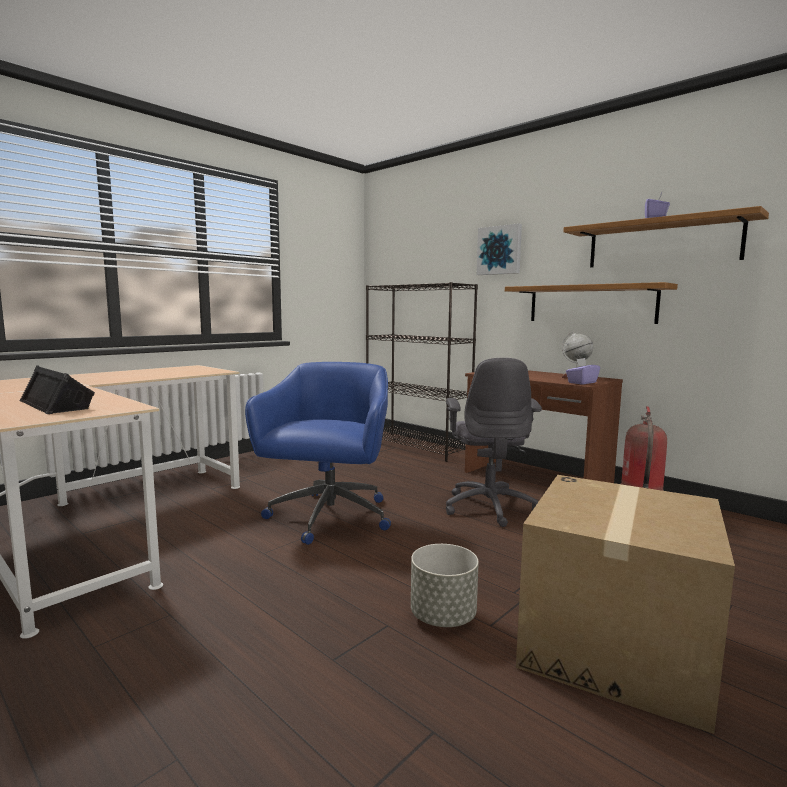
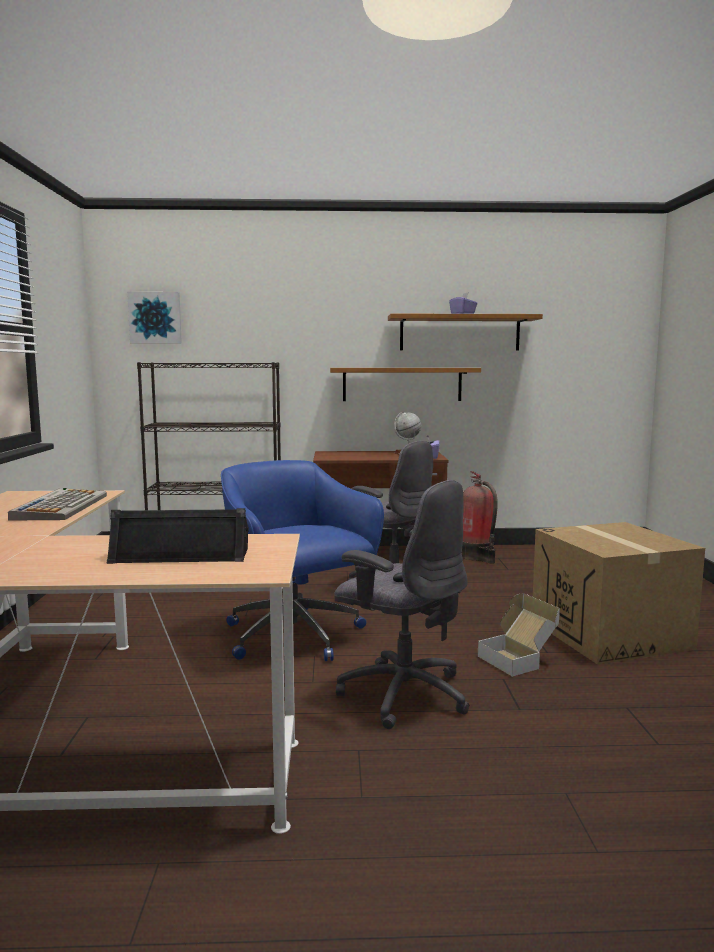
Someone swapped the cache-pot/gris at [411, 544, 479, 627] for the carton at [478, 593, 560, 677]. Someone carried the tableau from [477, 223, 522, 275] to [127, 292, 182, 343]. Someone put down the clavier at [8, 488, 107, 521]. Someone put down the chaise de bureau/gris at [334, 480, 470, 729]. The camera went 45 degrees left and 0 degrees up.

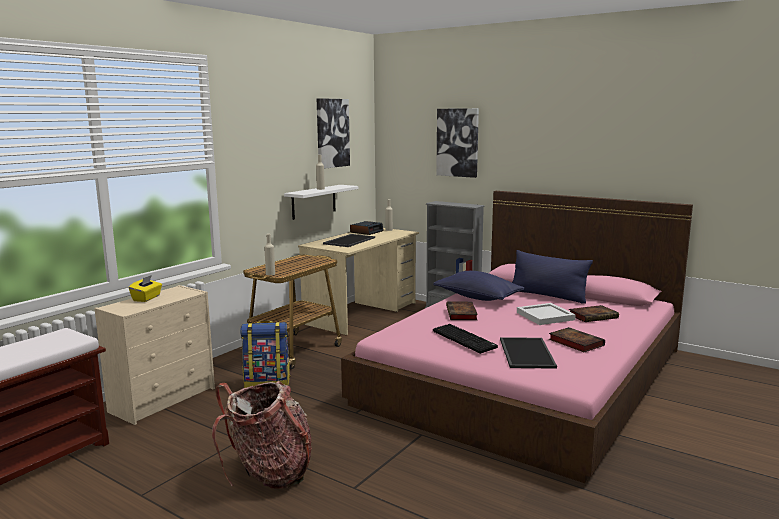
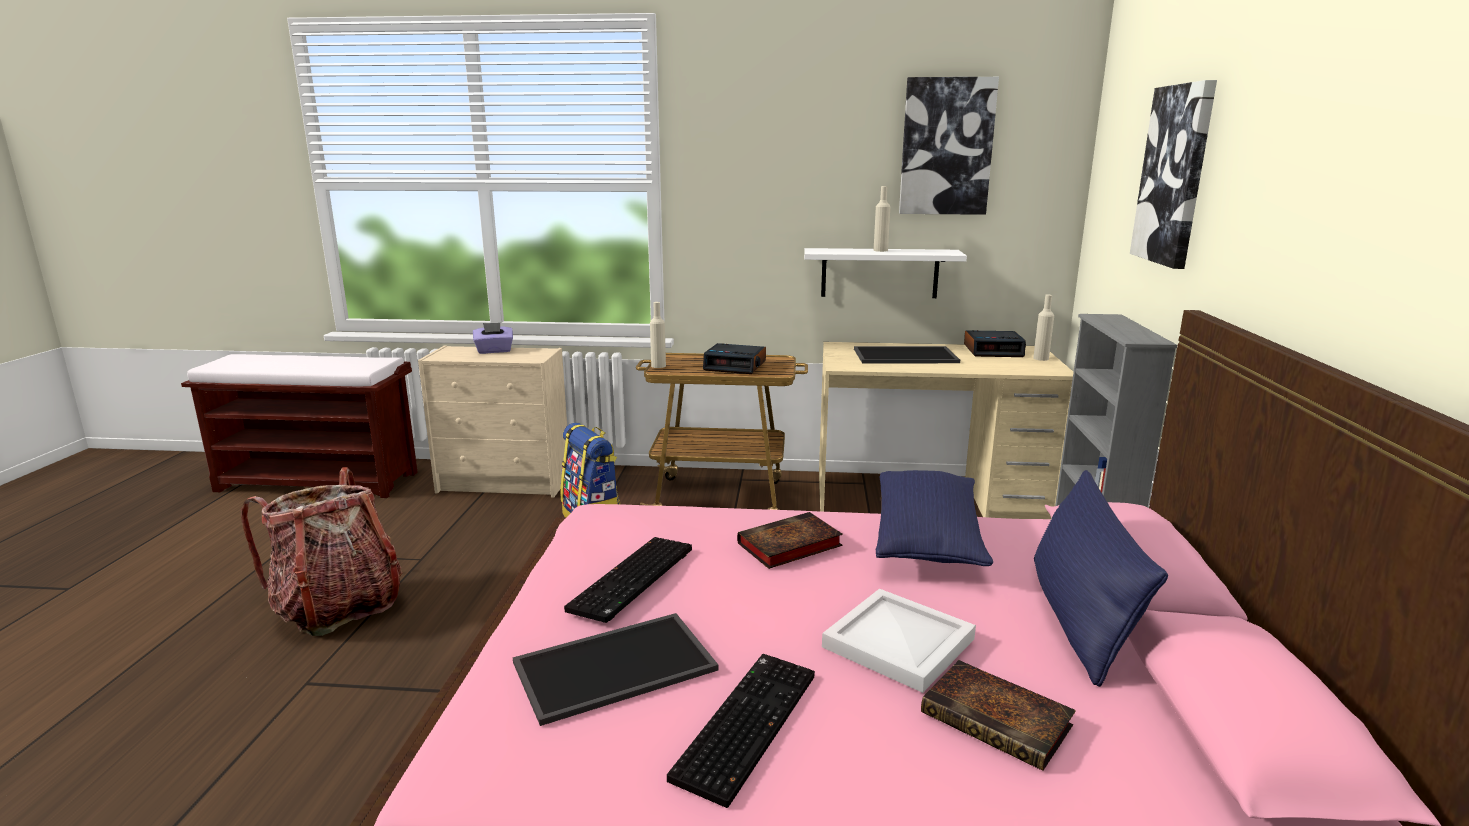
Someone repainted the boîte à mouchoirs/jaune at [129, 275, 162, 302], which became the boîte à mouchoirs/violet at [473, 323, 513, 354]. Someone swapped the livre at [549, 327, 605, 352] for the clavier at [667, 654, 815, 808]. Someone put down the réveil at [703, 343, 766, 374]. The camera went 60 degrees right and 5 degrees up.

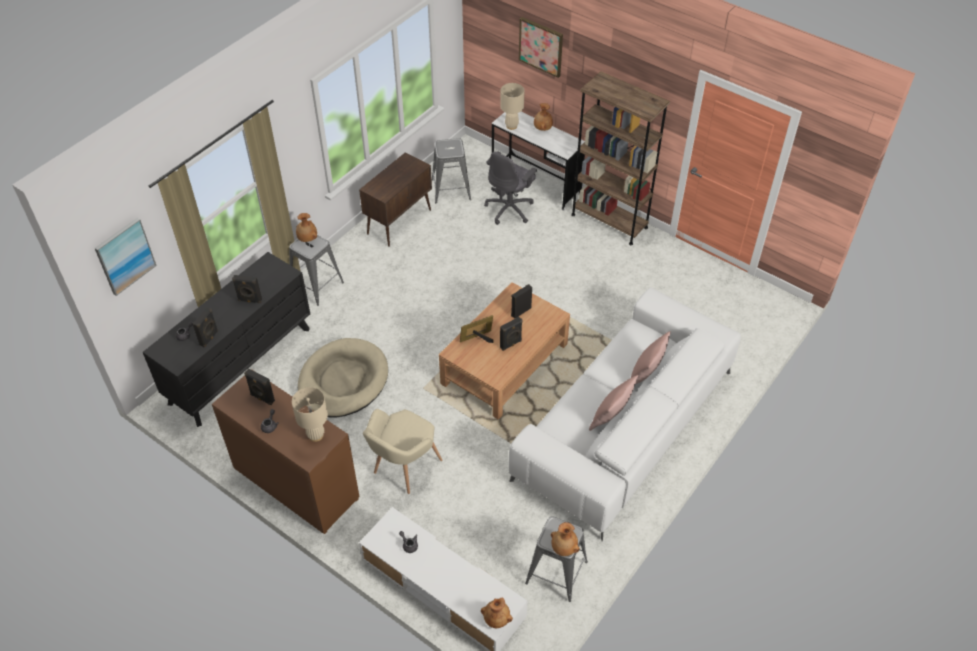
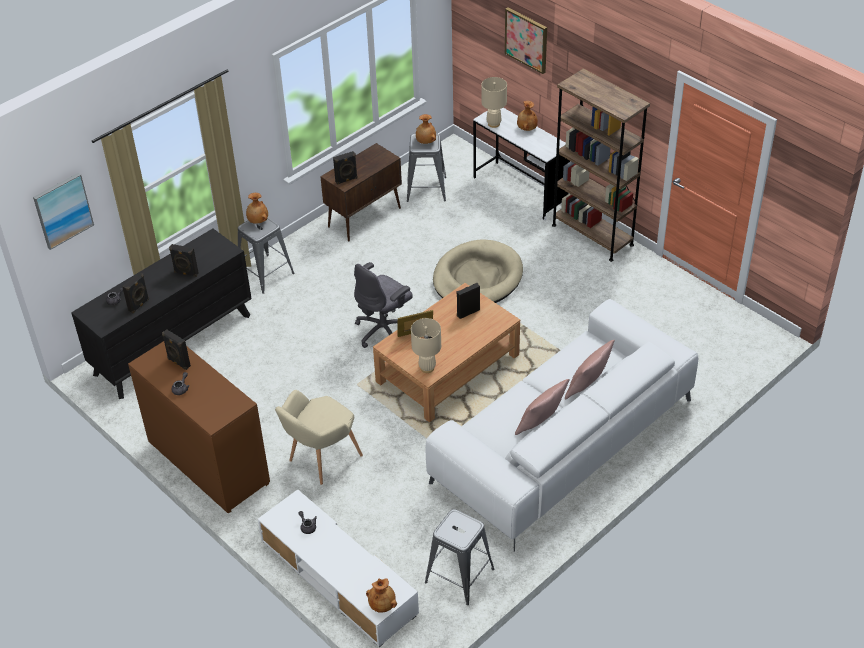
Someone carried the lampe de table/beige from [292, 387, 328, 442] to [411, 318, 441, 373]. Someone carried the panier pour chien/beige from [298, 338, 388, 418] to [433, 239, 523, 303]. Someone carried the chaise de bureau/gris from [484, 151, 537, 225] to [354, 262, 413, 348]. Someone carried the enceinte/noir from [500, 317, 522, 351] to [333, 151, 358, 185]. Someone carried the vase/marron from [551, 522, 580, 556] to [416, 114, 436, 144]. The camera went 10 degrees right and 5 degrees down.

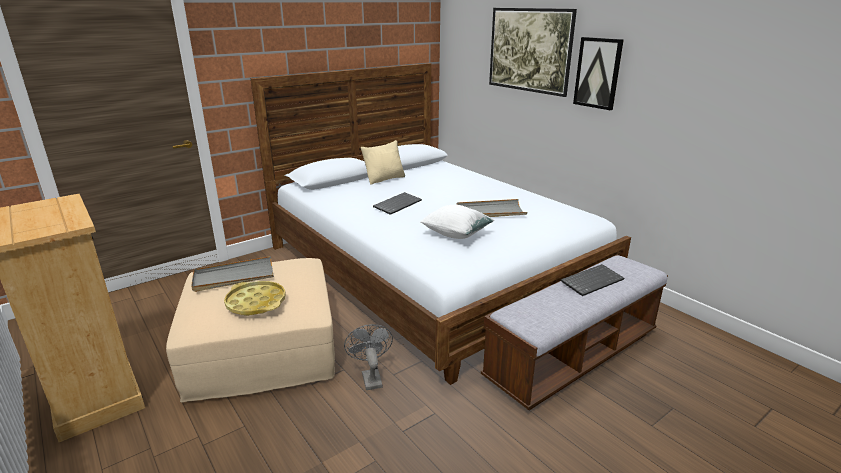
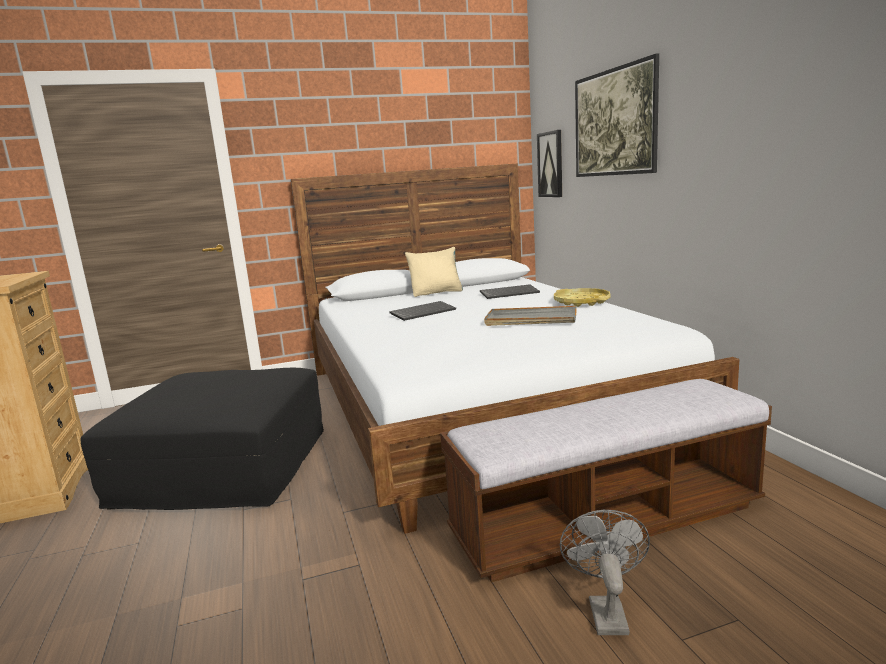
Someone repainted the pouf/beige at [166, 258, 335, 402], which became the pouf/noir at [81, 368, 324, 510]. Someone took away the plateau/gris at [191, 256, 274, 292]. Someone carried the plateau/jaune from [224, 281, 286, 316] to [554, 288, 611, 307]. Someone carried the ventilateur/gris from [344, 324, 393, 390] to [560, 510, 650, 635]. Someone took away the coussin/blanc at [420, 205, 494, 239]. Someone carried the clavier from [561, 264, 624, 296] to [480, 284, 540, 299]. Someone carried the tableau from [573, 37, 624, 110] to [537, 130, 562, 197]. The camera went 20 degrees right and 10 degrees down.

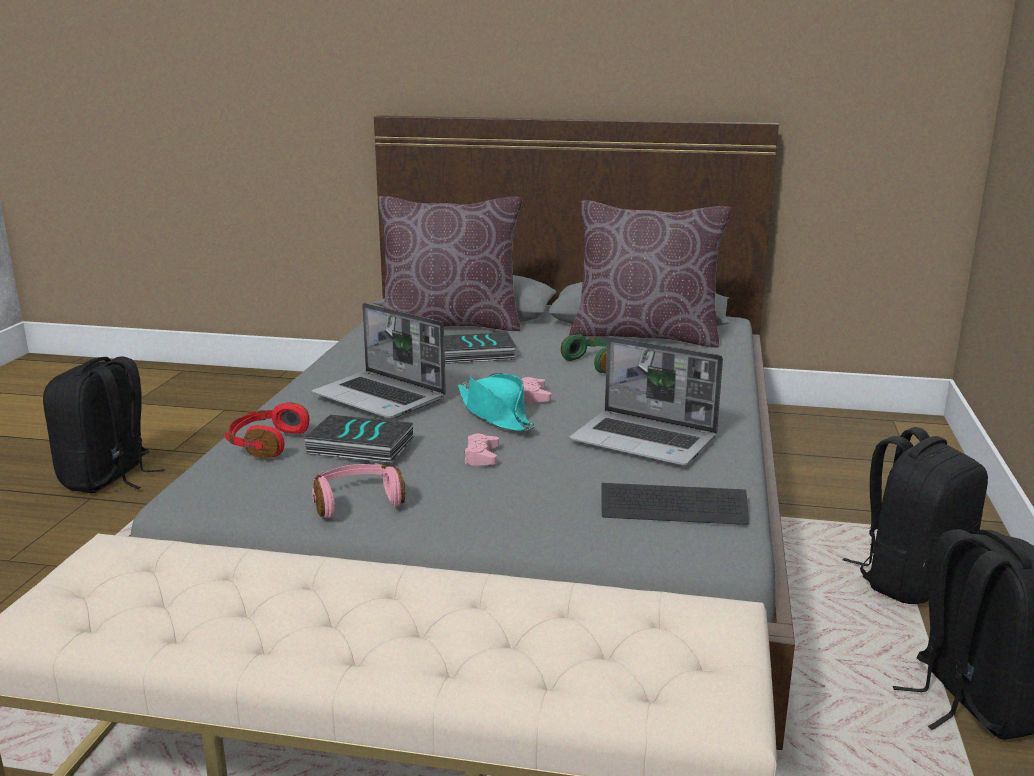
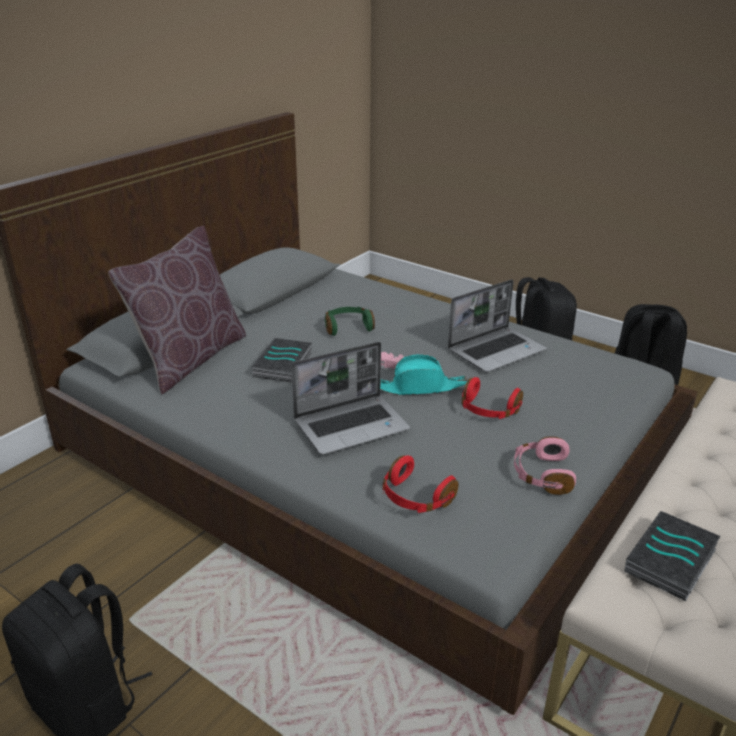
Someone carried the livre from [303, 415, 413, 463] to [624, 511, 721, 601]. Someone swapped the manette/rose at [464, 434, 499, 466] for the casque audio/rouge at [462, 377, 523, 419]. Someone took away the coussin/marron at [569, 200, 732, 348]. Someone took away the clavier at [601, 483, 749, 525]. The camera went 65 degrees left and 10 degrees up.

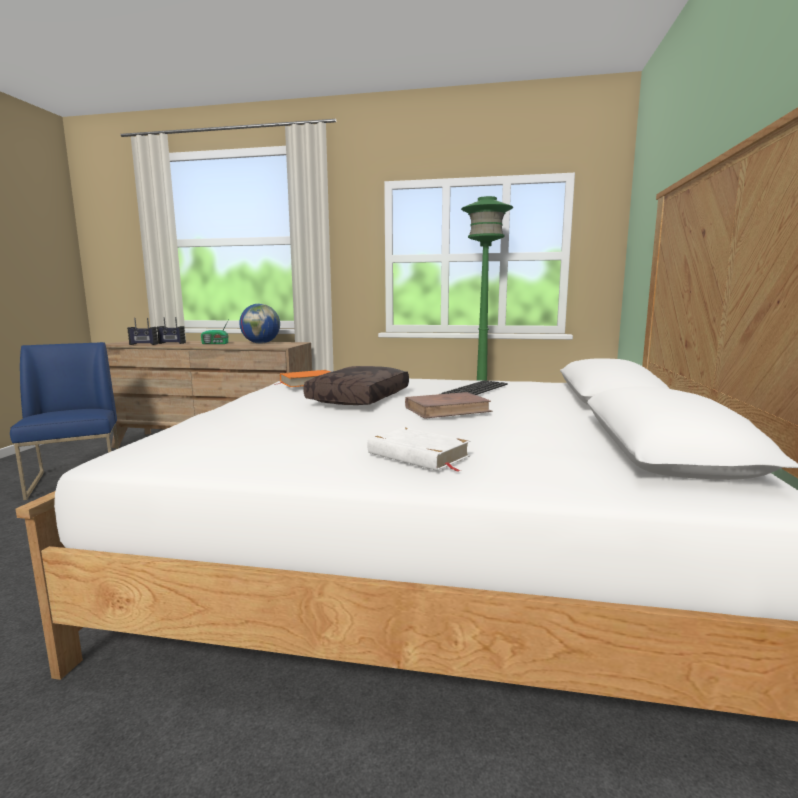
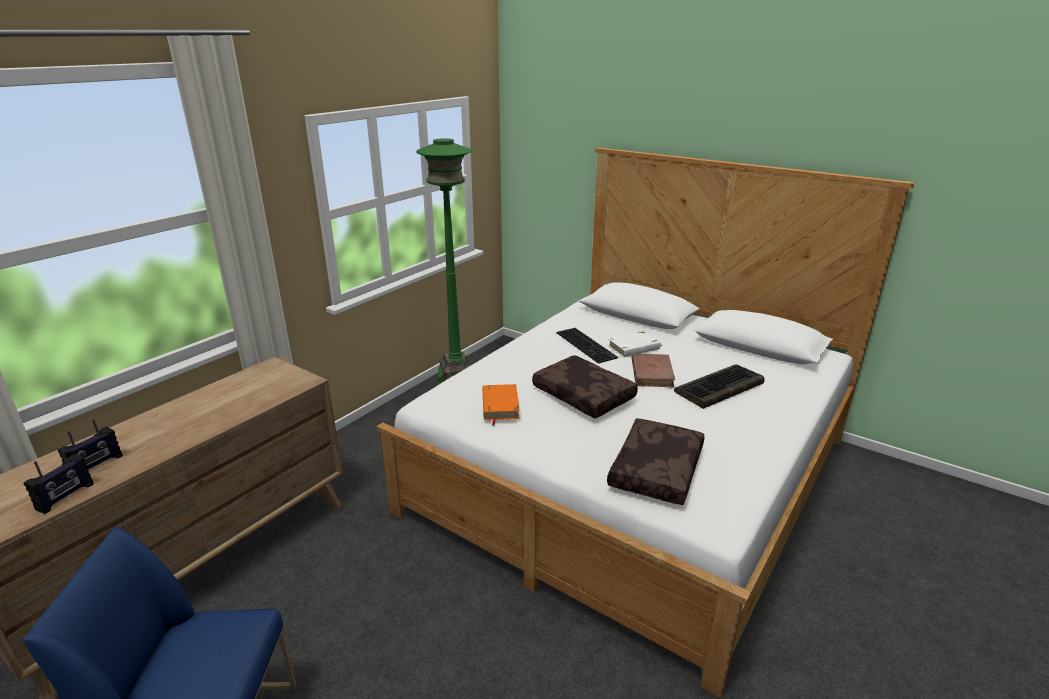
Someone took away the radio at [201, 321, 228, 344]. Someone took away the globe at [239, 304, 280, 344]. Someone carried the livre/blanc from [368, 427, 471, 472] to [609, 331, 663, 357]. Someone put down the coussin/marron at [607, 418, 704, 505]. Someone put down the clavier at [674, 365, 765, 409]. The camera went 65 degrees left and 15 degrees up.

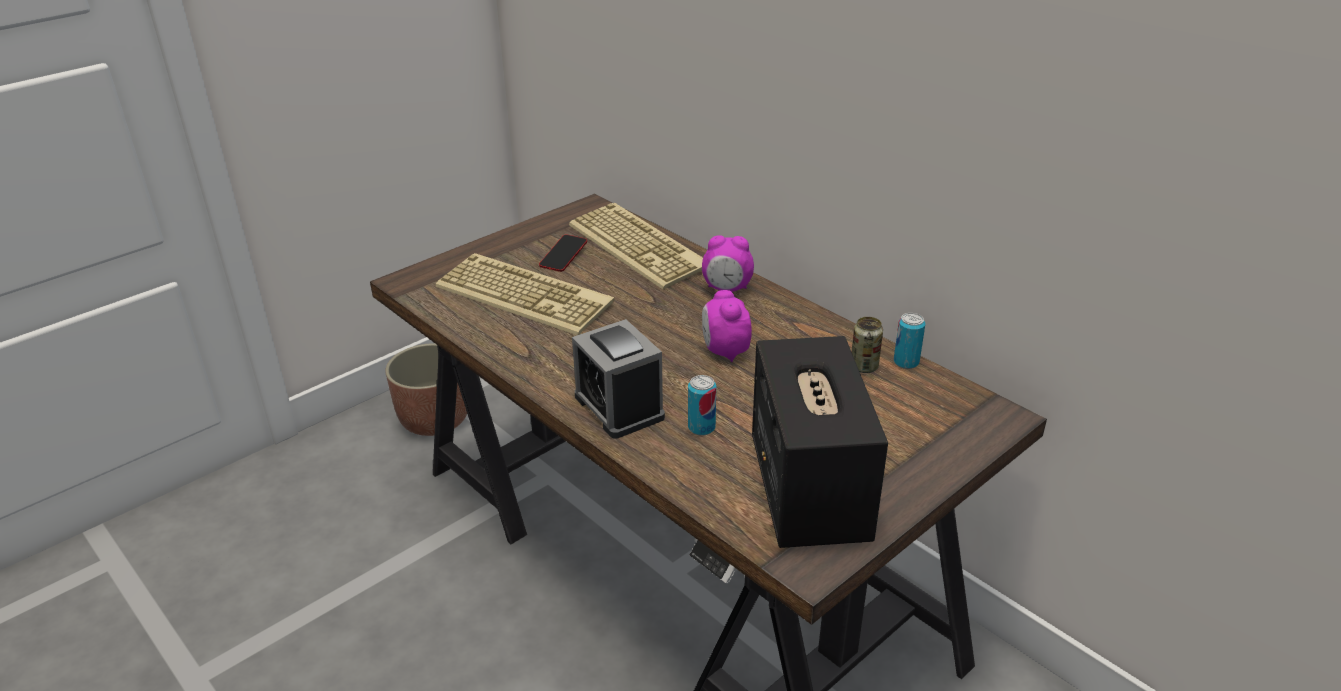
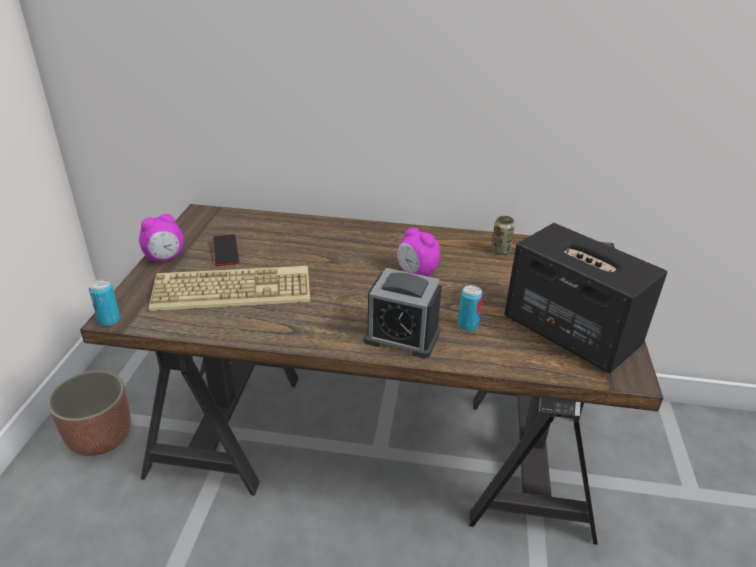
Someone took away the clavier at [569, 203, 703, 289]. Someone carried the réveil from [702, 235, 754, 292] to [139, 214, 184, 262]. Someone carried the boîte métallique from [894, 313, 925, 369] to [89, 279, 120, 326]. The camera went 40 degrees left and 0 degrees up.

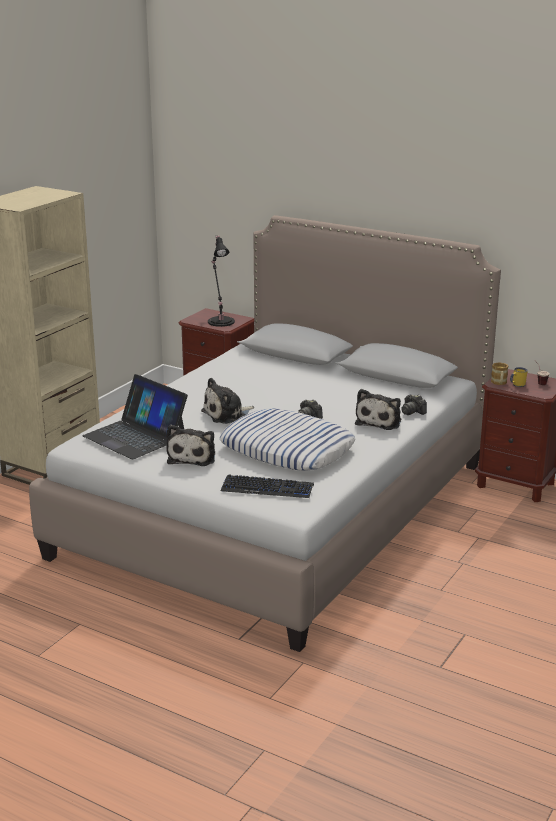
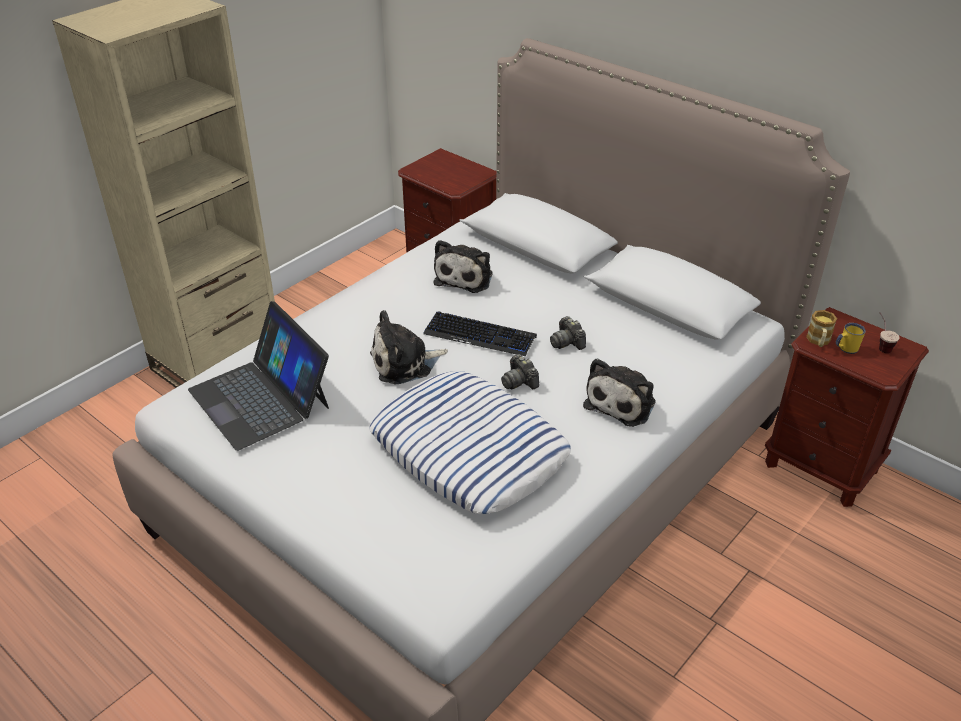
Someone carried the peluche from [166, 425, 215, 466] to [433, 240, 493, 293]. Someone took away the lampe de table/noir at [208, 236, 235, 327]. Someone carried the clavier from [221, 474, 314, 498] to [423, 311, 537, 357]. Someone carried the appareil photo from [402, 395, 427, 415] to [550, 316, 586, 350]. The camera went 10 degrees right and 15 degrees up.

